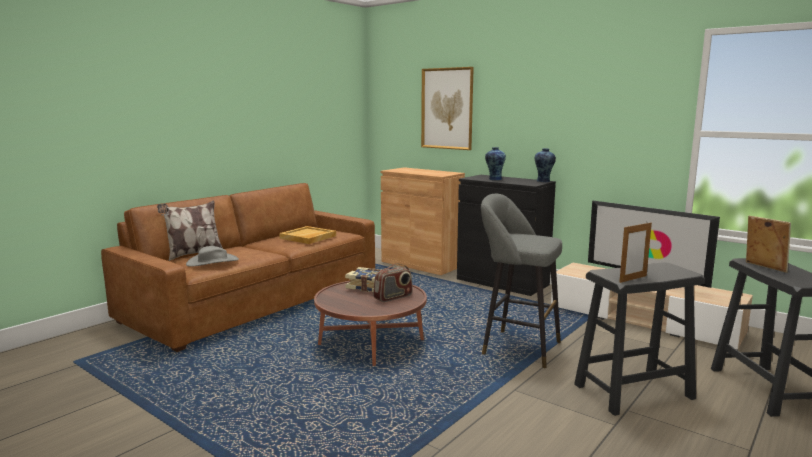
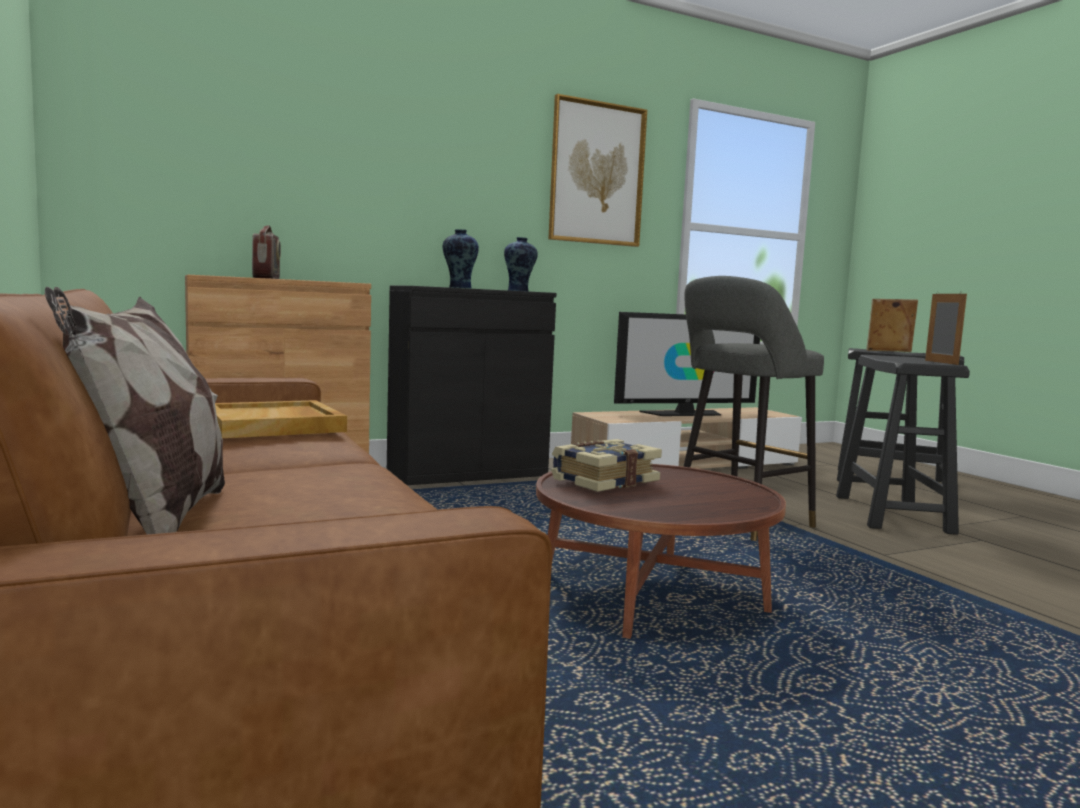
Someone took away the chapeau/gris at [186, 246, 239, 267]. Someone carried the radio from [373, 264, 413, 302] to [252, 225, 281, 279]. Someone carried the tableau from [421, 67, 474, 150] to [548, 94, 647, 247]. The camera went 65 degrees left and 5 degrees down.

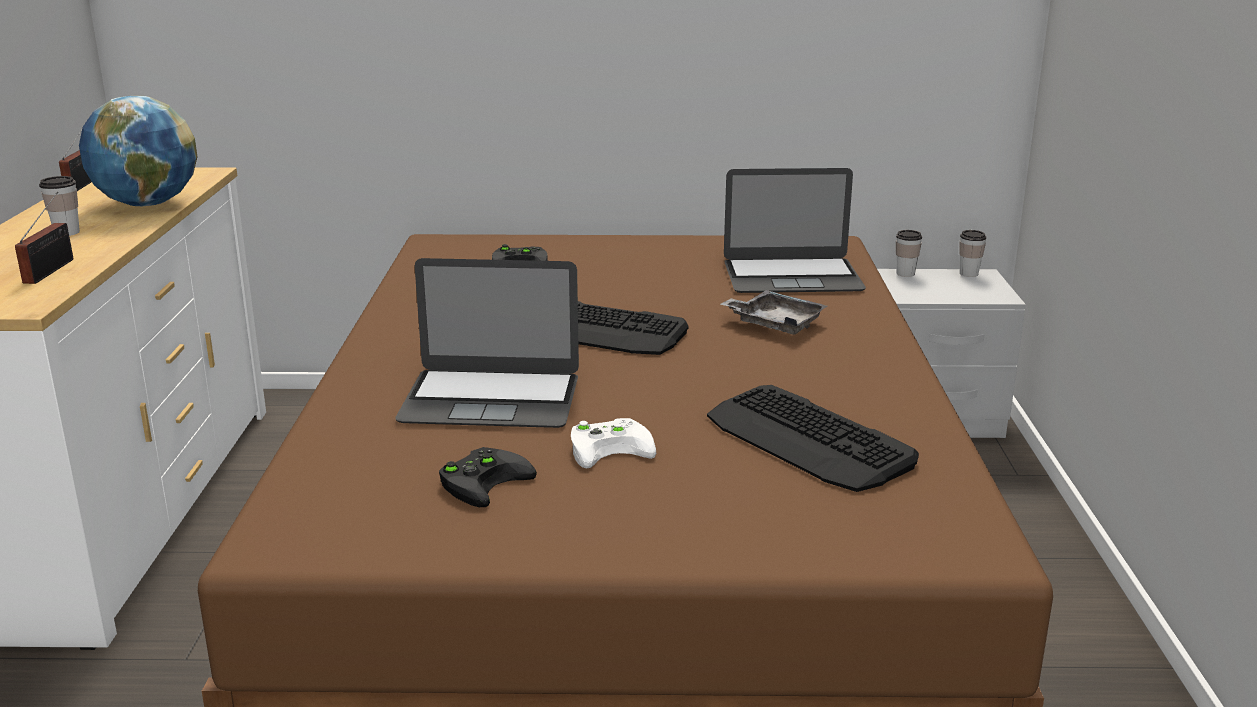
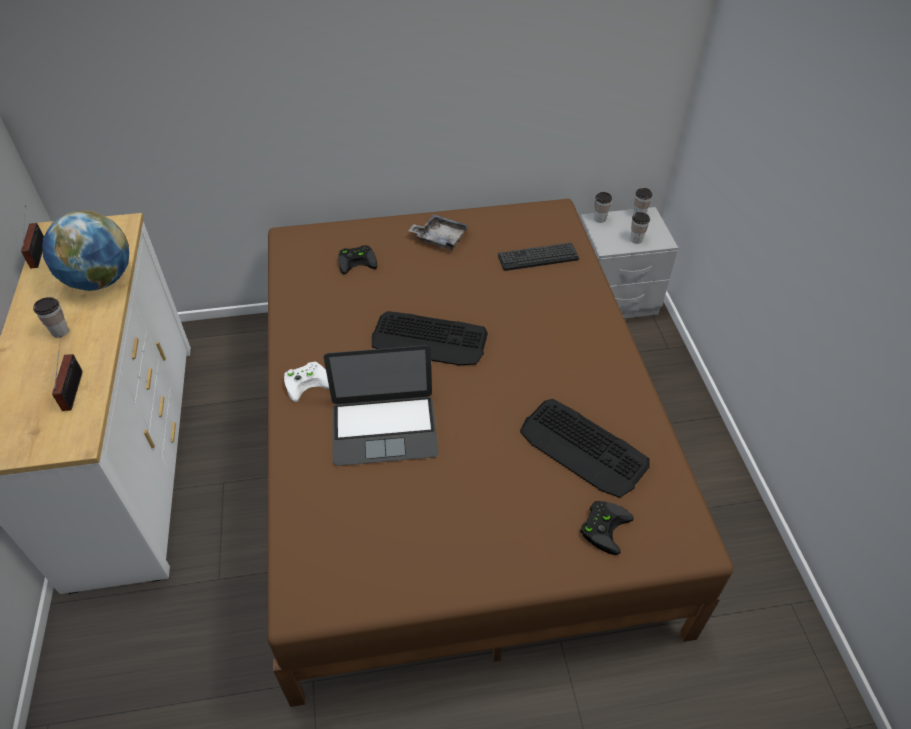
Someone carried the manette/noir from [439, 447, 537, 507] to [580, 501, 634, 555]. Someone carried the manette/blanc from [571, 418, 656, 468] to [284, 362, 329, 402]. Someone carried the plateau/gris from [720, 290, 827, 335] to [408, 214, 469, 250]. Someone swapped the ordinateur portable at [724, 168, 866, 293] for the clavier at [498, 242, 579, 271]. Someone put down the tasse at [630, 212, 650, 244]. The camera went 10 degrees left and 25 degrees up.

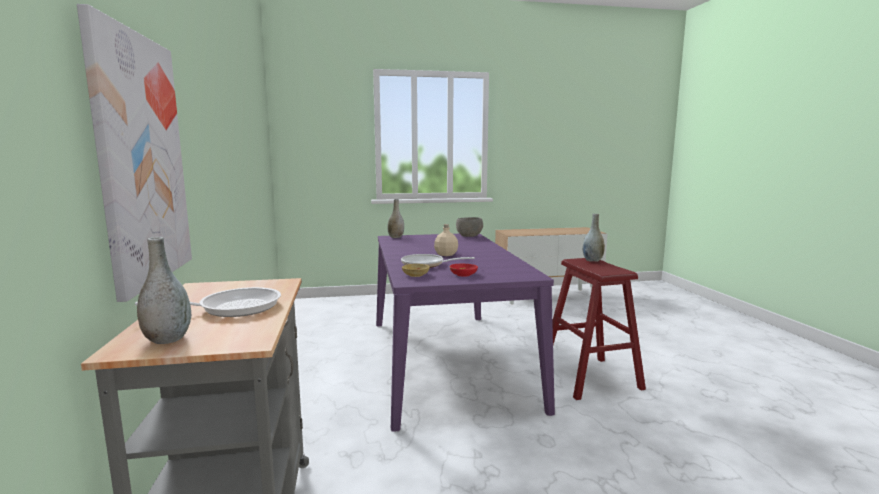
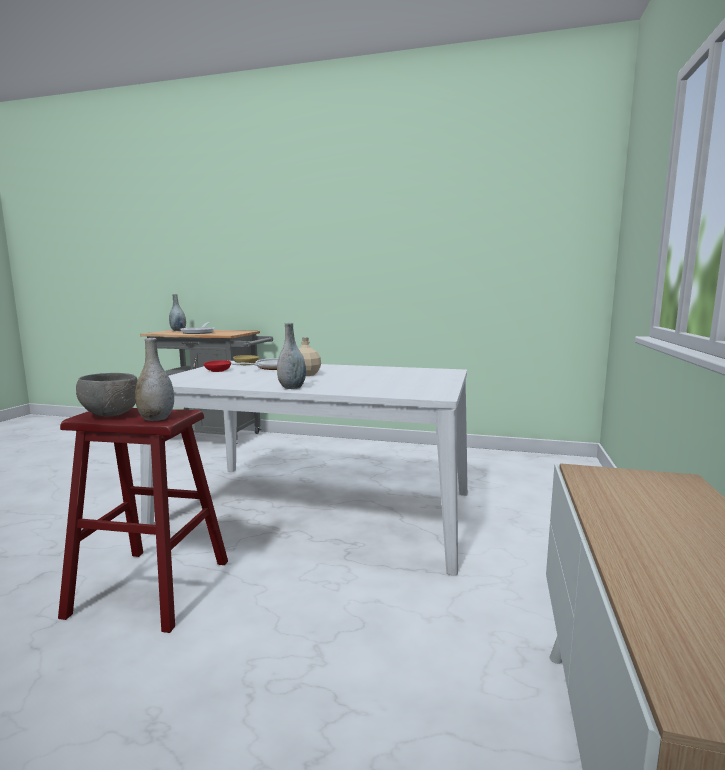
Someone took away the tableau at [77, 4, 192, 302]. Someone repainted the table à manger/violet at [376, 233, 555, 432], which became the table à manger/blanc at [140, 361, 468, 576]. Someone carried the vase/gris from [387, 199, 404, 238] to [277, 323, 306, 389]. Someone carried the bol/gris from [456, 217, 483, 237] to [76, 373, 138, 417]. The camera went 115 degrees right and 0 degrees up.

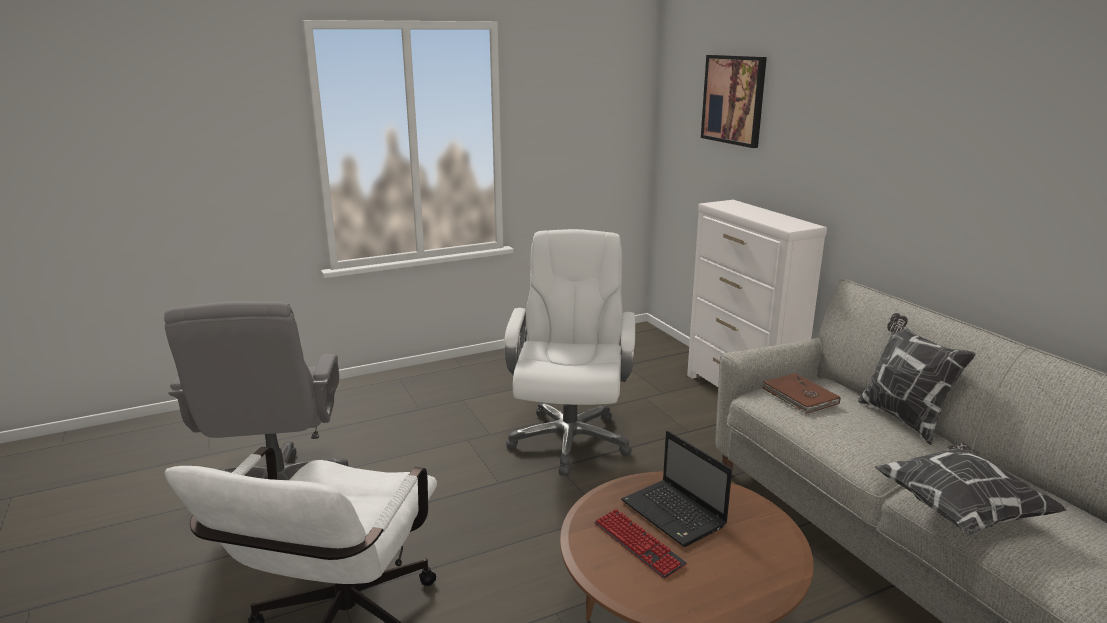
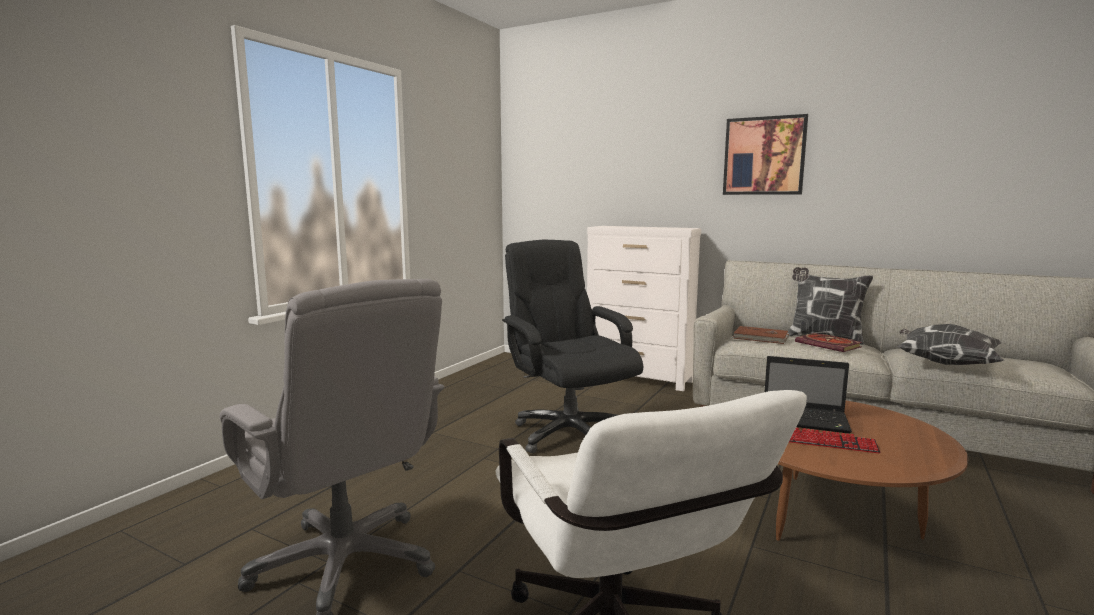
Someone repainted the chaise de bureau/blanc at [505, 229, 635, 476], which became the chaise de bureau/noir at [502, 240, 643, 453]. Someone carried the tableau from [701, 55, 767, 148] to [723, 114, 808, 195]. Someone put down the livre at [795, 333, 862, 352]. The camera went 35 degrees left and 10 degrees down.

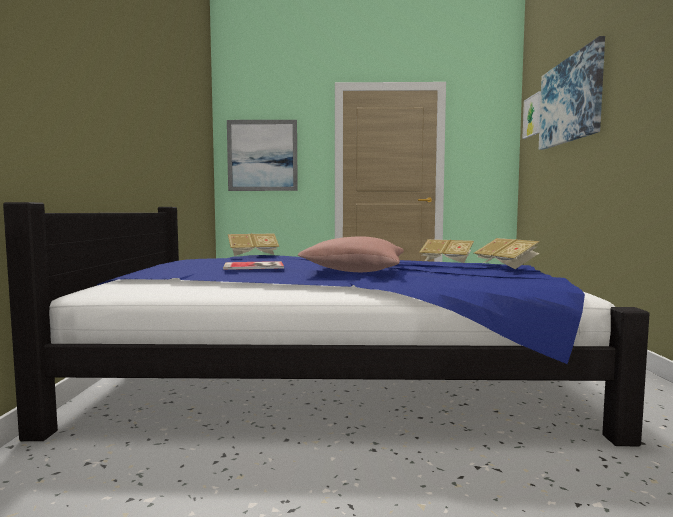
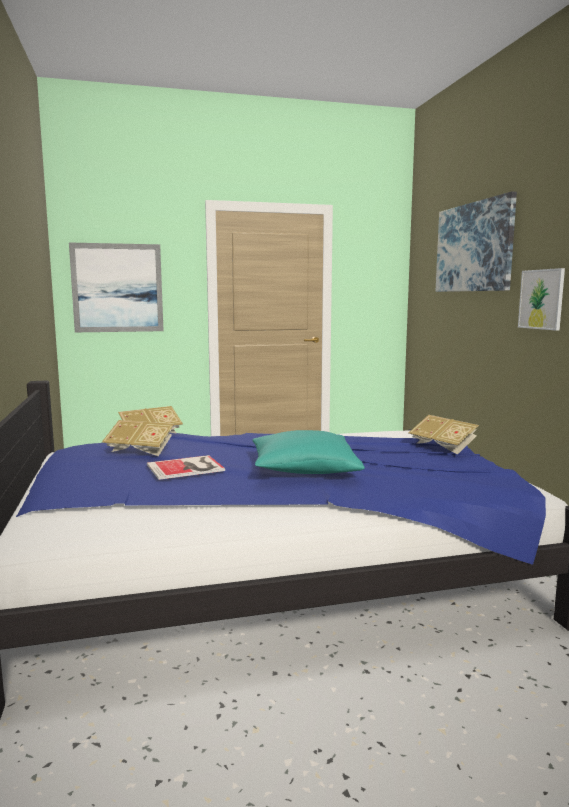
Someone repainted the coussin/rose at [298, 236, 404, 272], which became the coussin/turquoise at [253, 430, 365, 474]. Someone carried the livre from [419, 239, 474, 263] to [102, 420, 174, 456]. Someone carried the tableau from [522, 91, 541, 139] to [518, 268, 565, 331]. The camera went 15 degrees left and 5 degrees up.

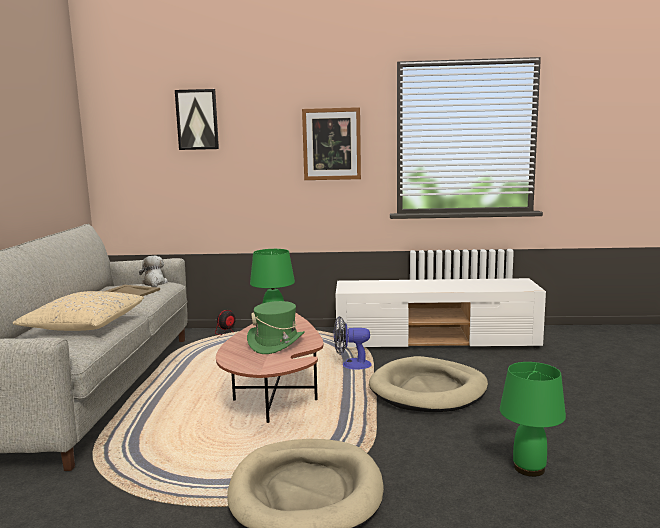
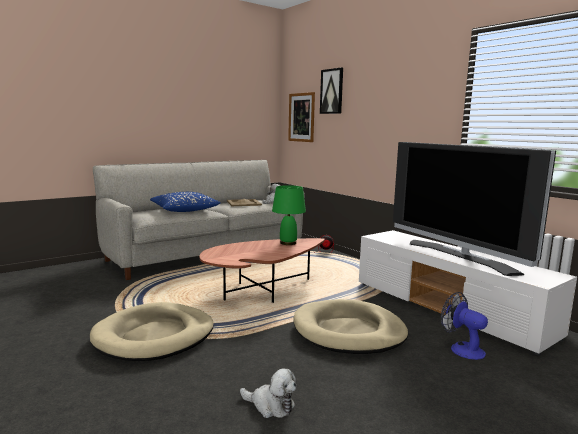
Someone repainted the coussin/beige at [13, 291, 144, 331], which became the coussin/bleu at [150, 192, 221, 212]. Someone took away the chapeau/vert at [247, 301, 305, 354]. Someone carried the tableau from [302, 107, 361, 180] to [288, 92, 315, 142]. Someone carried the ventilateur from [334, 316, 372, 370] to [441, 292, 488, 360]. Someone swapped the lampe de table/vert at [500, 362, 566, 477] for the peluche at [240, 369, 296, 418]. Someone put down the téléviseur at [393, 142, 556, 276]. The camera went 50 degrees right and 0 degrees up.

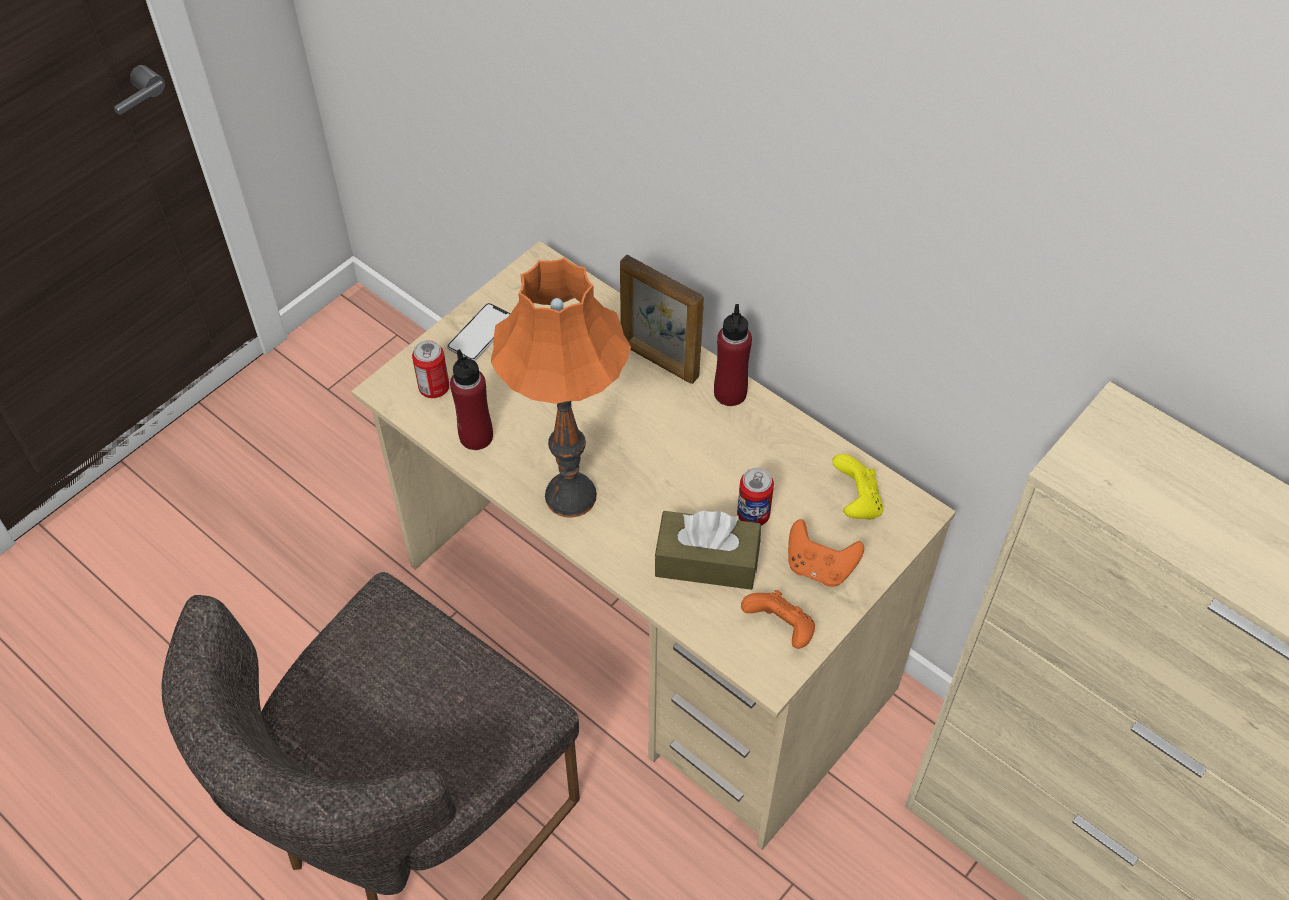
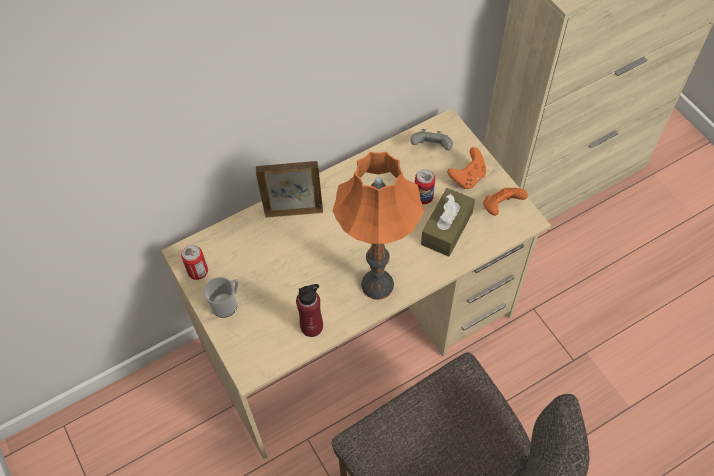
Someone carried the boîte métallique from [412, 340, 449, 398] to [181, 245, 208, 280]. Someone swapped the téléphone at [447, 303, 511, 361] for the mug at [204, 277, 239, 318]. Someone rotated the cadre photo at [620, 255, 704, 384] by 150 degrees counterclockwise. Someone took away the bouteille/rouge at [714, 304, 752, 406]. Someone repainted the manette/jaune at [832, 454, 883, 520], which became the manette/gris at [410, 129, 453, 150]. The camera went 70 degrees left and 5 degrees up.

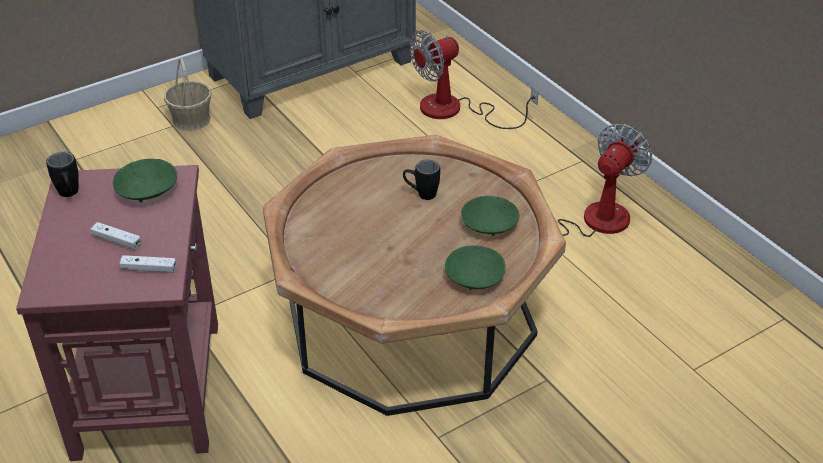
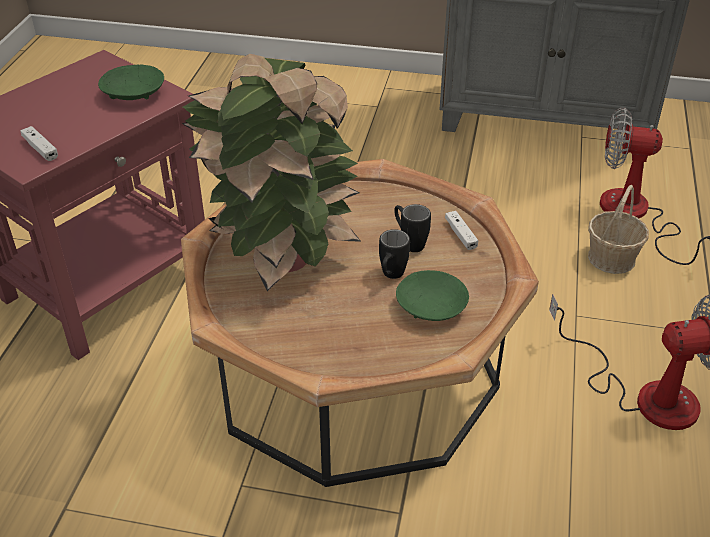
Someone carried the mug/noir from [46, 152, 79, 197] to [379, 229, 410, 279]. Someone carried the manette/blanc from [90, 222, 141, 249] to [445, 211, 478, 250]. Someone carried the panier from [164, 58, 212, 131] to [588, 185, 649, 274]. Someone took away the bol/vert at [445, 245, 506, 290]. Someone put down the plante en pot at [182, 54, 361, 291]. The camera went 45 degrees right and 0 degrees up.

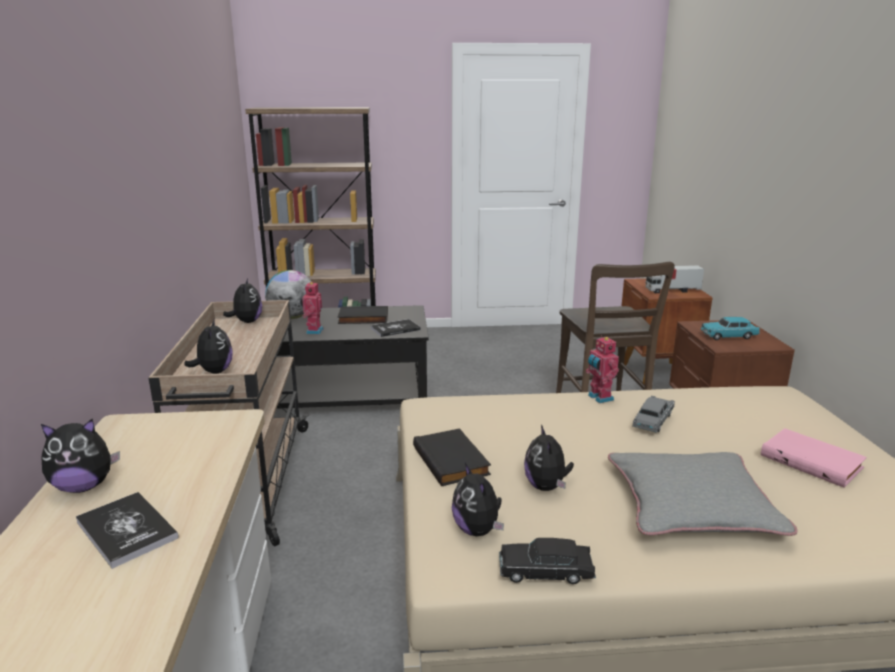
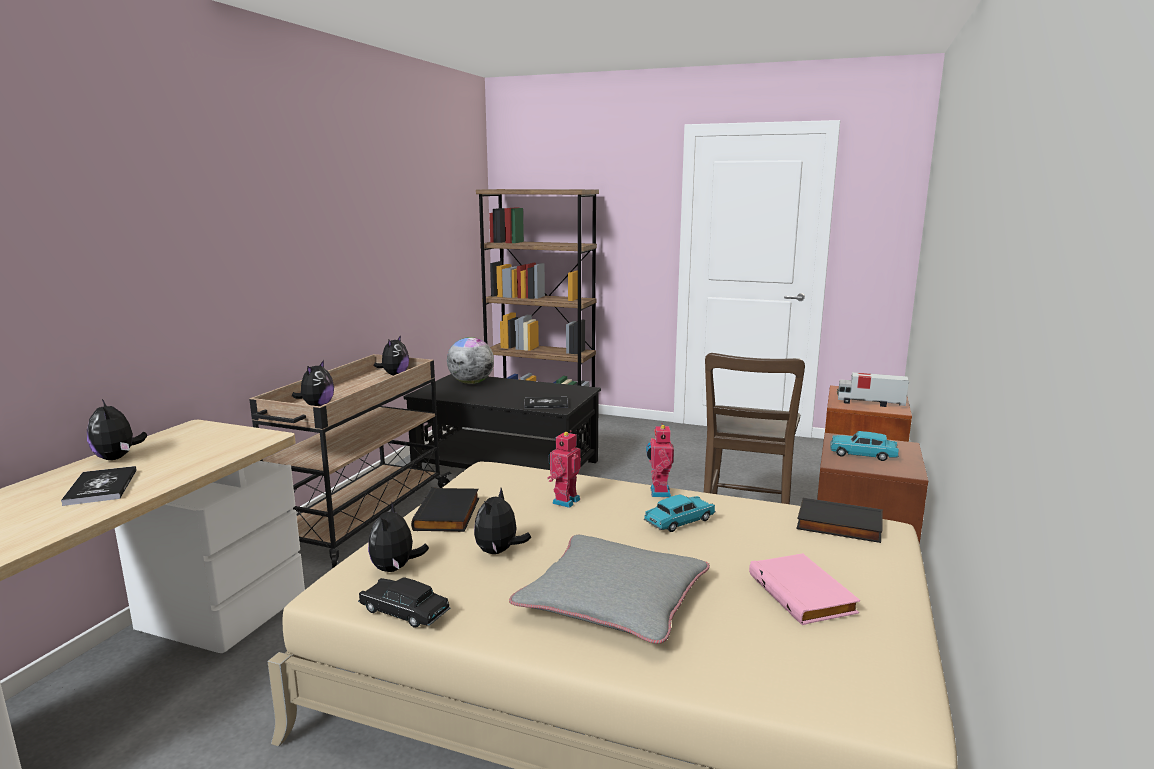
Someone rotated the peluche at [41, 419, 120, 493] by 45 degrees clockwise. Someone carried the robot jouet from [300, 281, 324, 334] to [547, 430, 581, 508]. Someone carried the livre/noir from [337, 306, 388, 324] to [797, 498, 883, 543]. Someone repainted the petite voiture/gris at [632, 396, 675, 433], which became the petite voiture/turquoise at [644, 495, 716, 532]. The camera went 25 degrees right and 5 degrees down.

